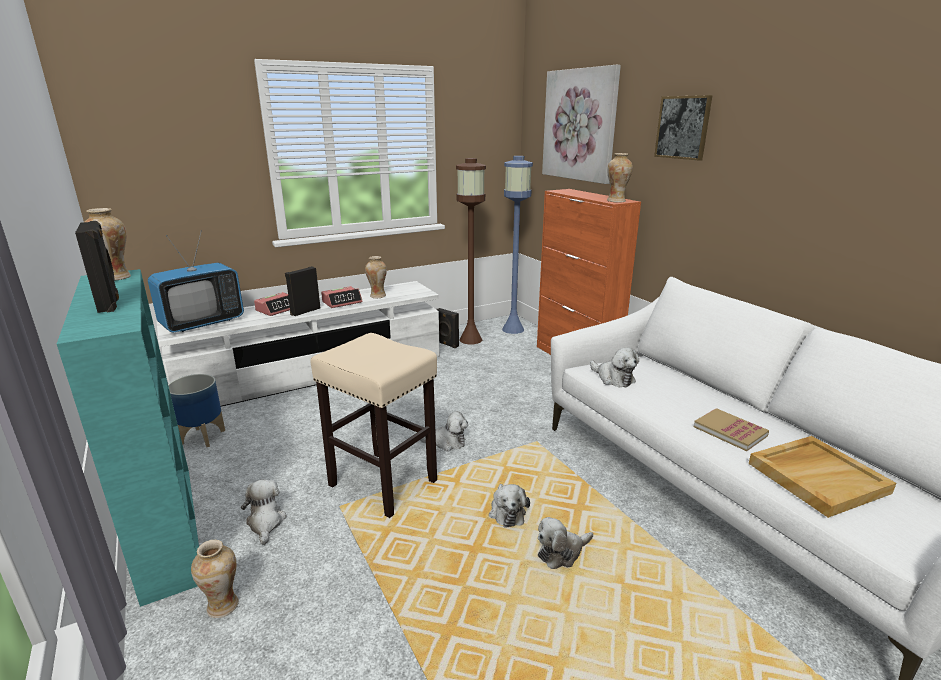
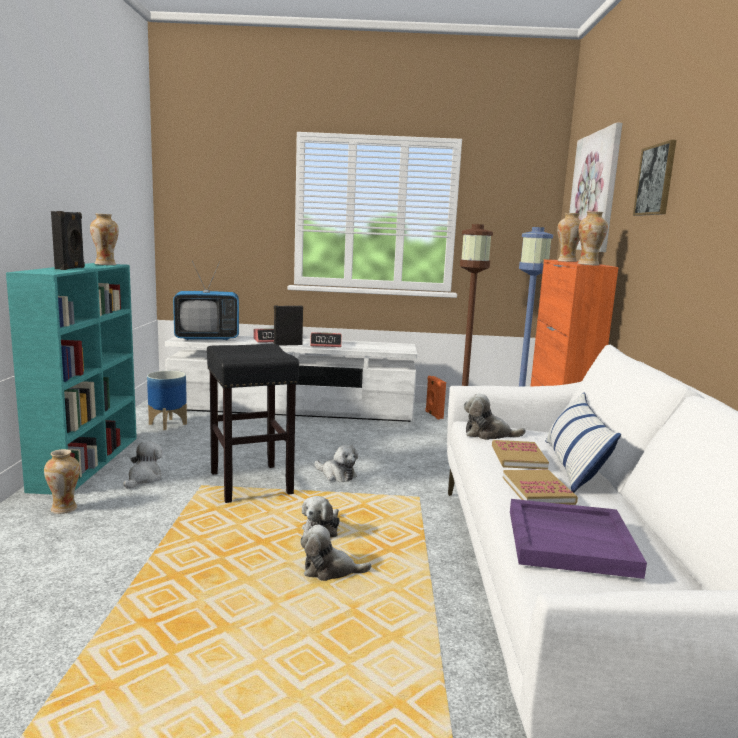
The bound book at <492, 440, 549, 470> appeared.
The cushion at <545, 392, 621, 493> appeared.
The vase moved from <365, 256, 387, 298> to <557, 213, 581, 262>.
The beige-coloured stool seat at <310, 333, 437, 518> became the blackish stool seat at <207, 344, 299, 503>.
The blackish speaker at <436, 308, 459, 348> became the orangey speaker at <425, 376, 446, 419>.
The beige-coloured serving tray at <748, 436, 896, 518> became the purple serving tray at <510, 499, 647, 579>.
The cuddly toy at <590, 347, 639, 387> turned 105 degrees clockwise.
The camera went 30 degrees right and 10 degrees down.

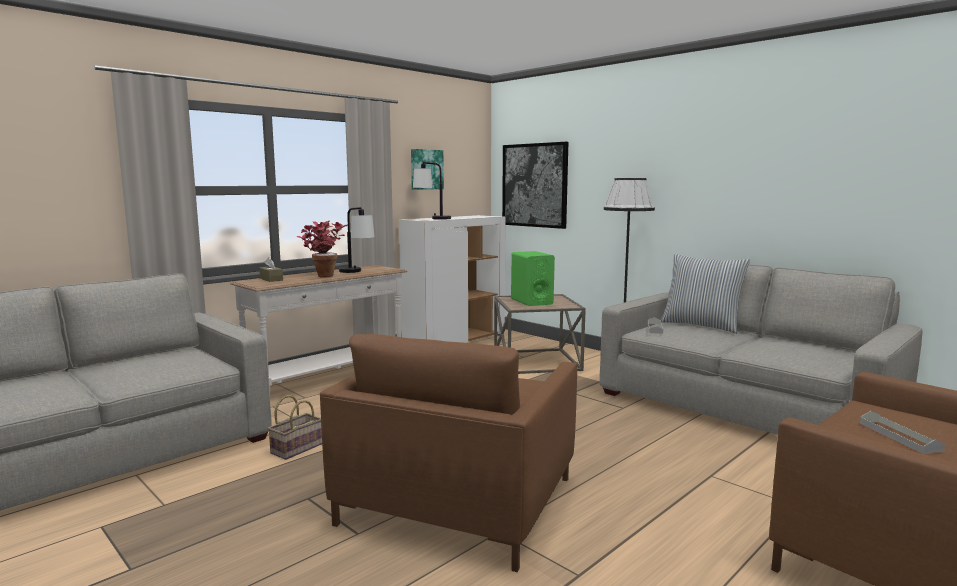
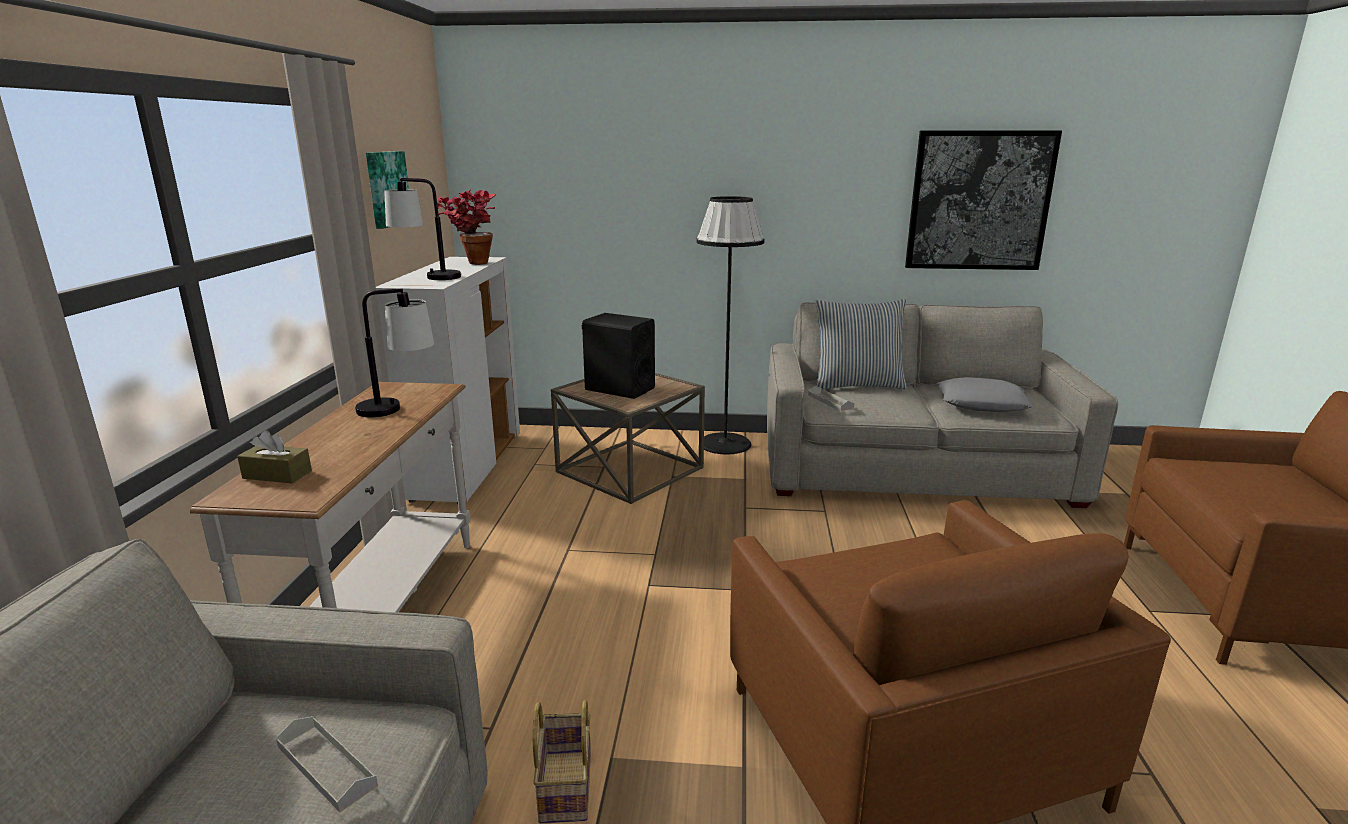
The grey cushion at <937, 377, 1034, 412> appeared.
The plant in a pot moved from <296, 221, 347, 277> to <437, 190, 496, 265>.
The wall picture moved from <502, 142, 568, 229> to <905, 130, 1062, 270>.
The grey serving tray moved from <860, 411, 945, 454> to <276, 716, 378, 812>.
The green speaker at <511, 251, 555, 306> became the blackish speaker at <582, 313, 655, 399>.
The camera went 40 degrees left and 10 degrees up.

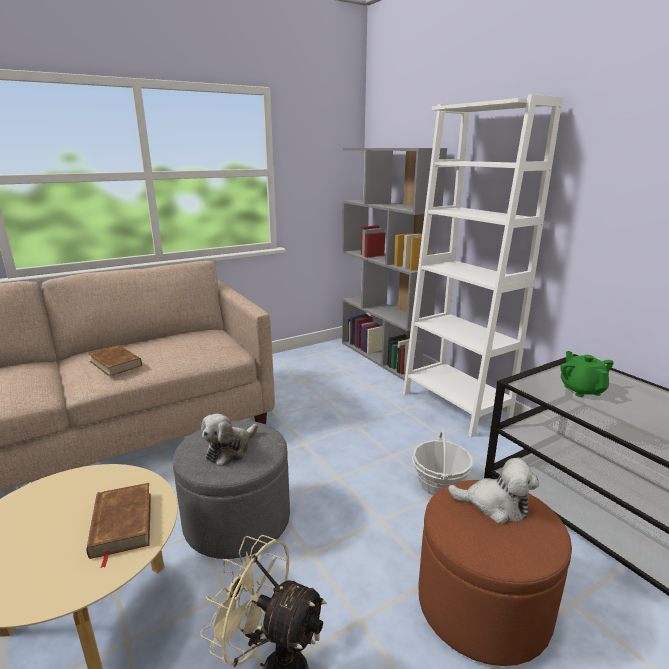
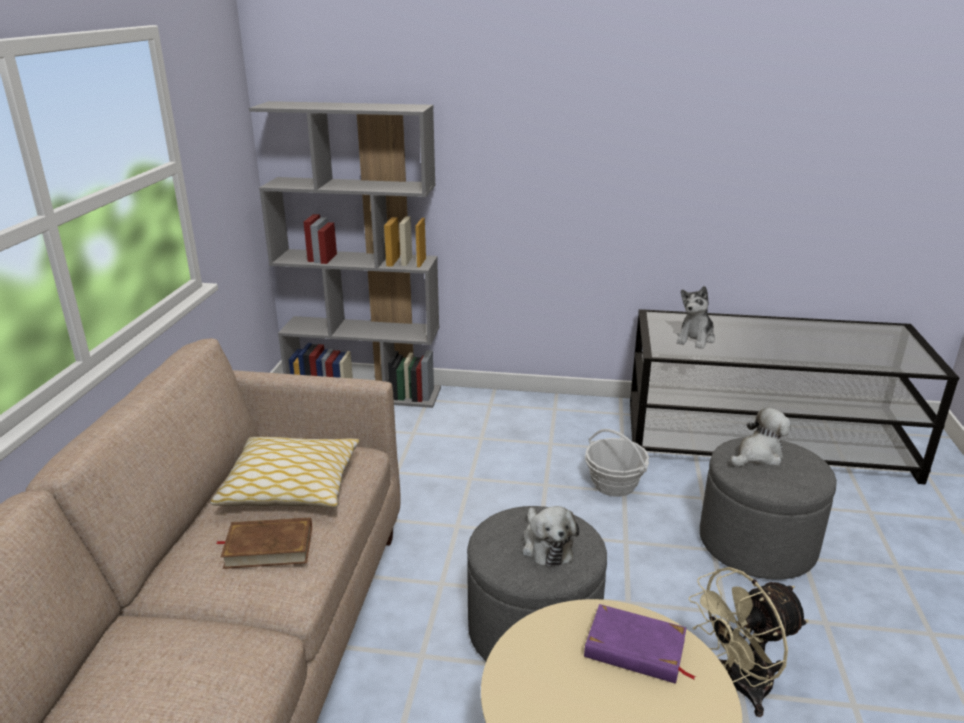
The white-coloured bookshelf at <403, 94, 563, 437> disappeared.
The cushion at <210, 437, 359, 508> appeared.
The green pot for tea at <560, 351, 613, 397> was replaced by the cuddly toy at <677, 286, 715, 349>.
The brownish bound book at <86, 483, 151, 568> became the purple bound book at <584, 604, 696, 684>.
The brownish pouffe at <418, 480, 572, 666> became the grey pouffe at <700, 437, 837, 580>.
The camera went 50 degrees left and 5 degrees up.

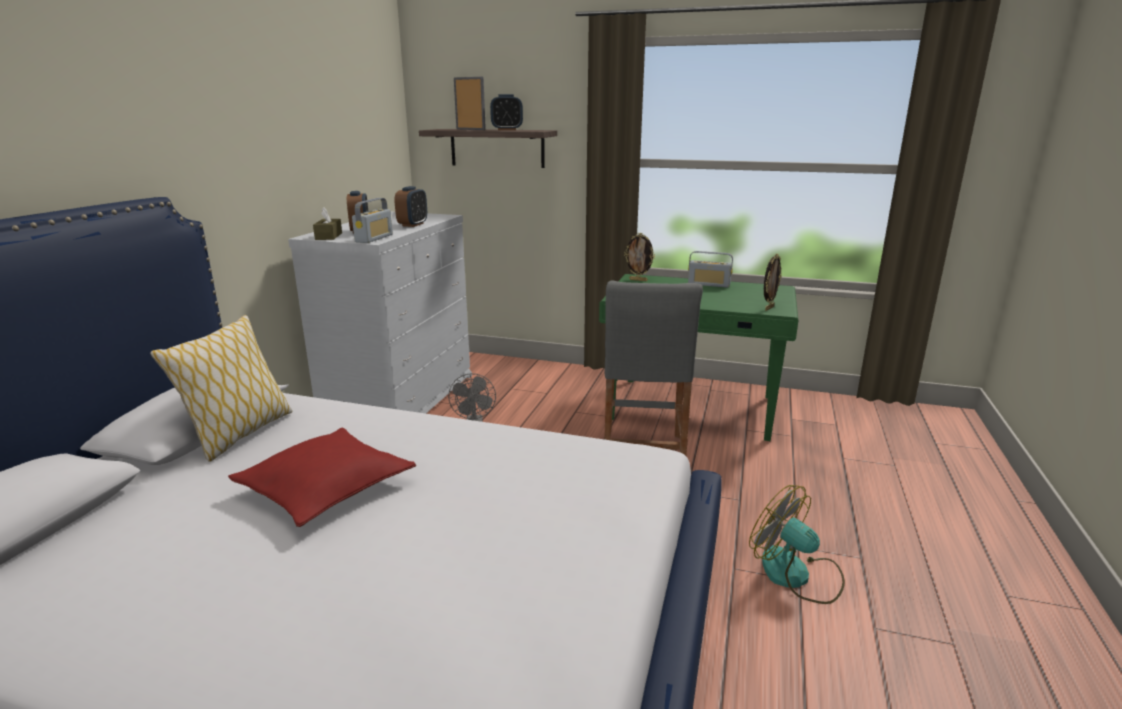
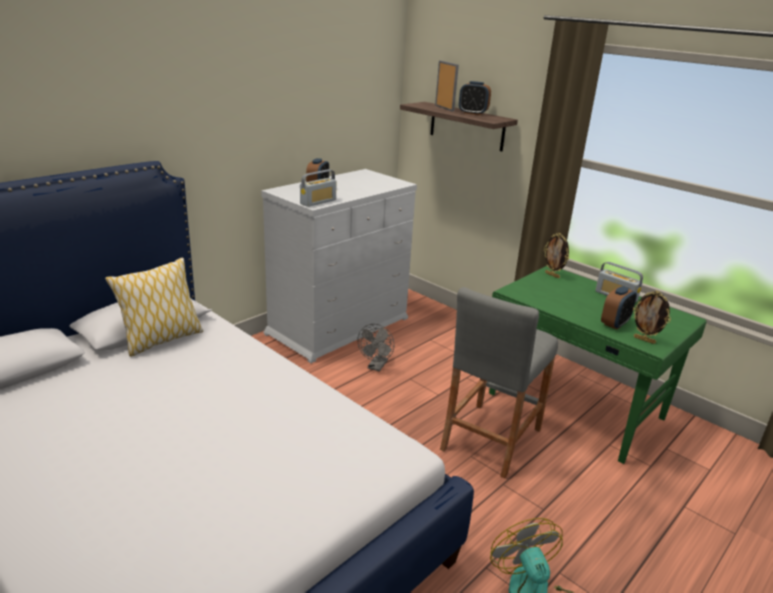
The red cushion at <228, 428, 416, 527> disappeared.
The brownish tissue box at <313, 207, 342, 240> disappeared.
The bedside clock moved from <394, 186, 427, 227> to <601, 286, 637, 330>.
The photo frame at <764, 254, 782, 311> turned 60 degrees clockwise.
The camera went 25 degrees right and 5 degrees up.

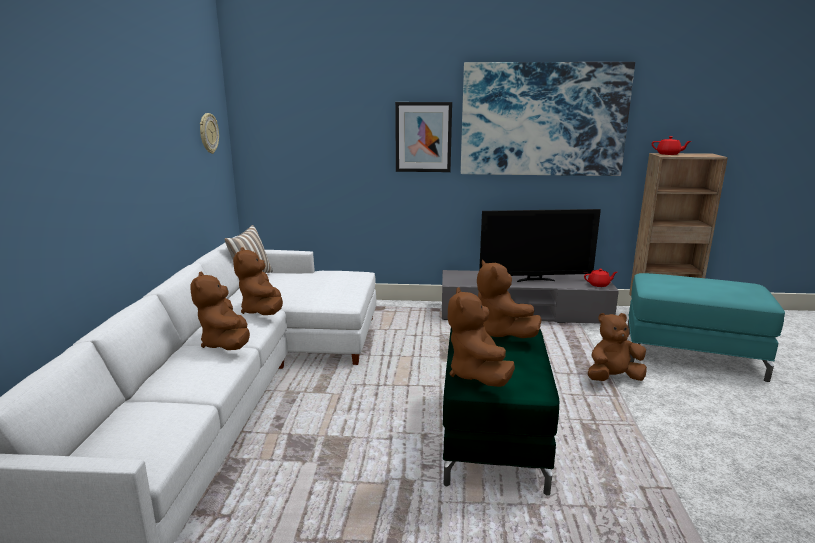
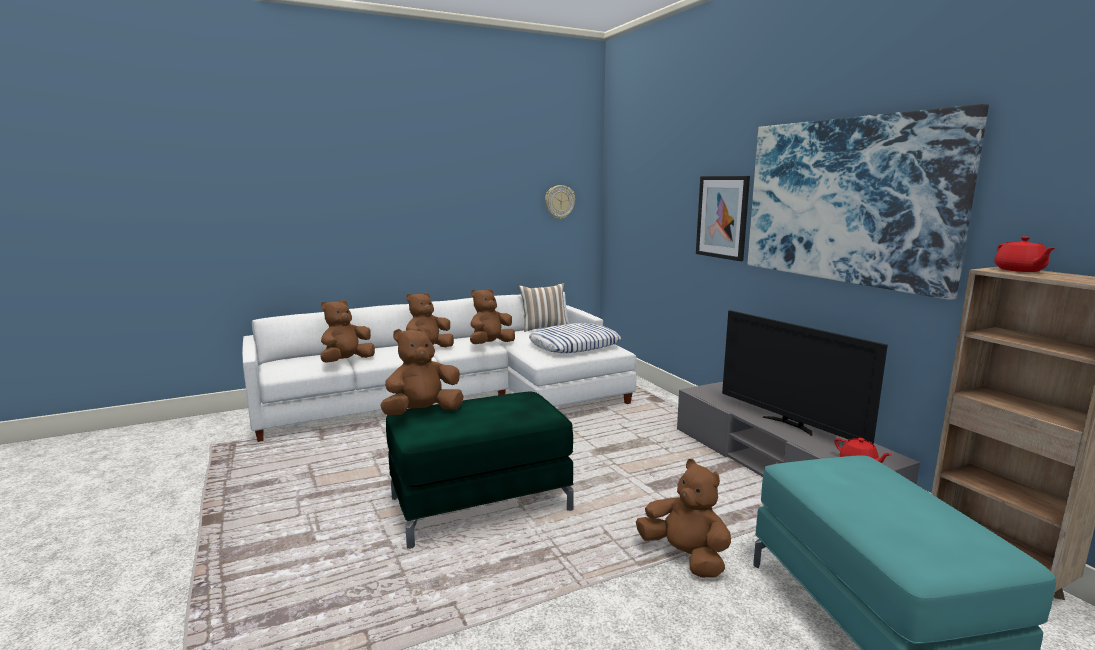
The cushion at <529, 323, 621, 353> appeared.
The brownish cuddly toy moved from <477, 260, 542, 338> to <321, 300, 375, 363>.
The camera went 60 degrees right and 5 degrees down.

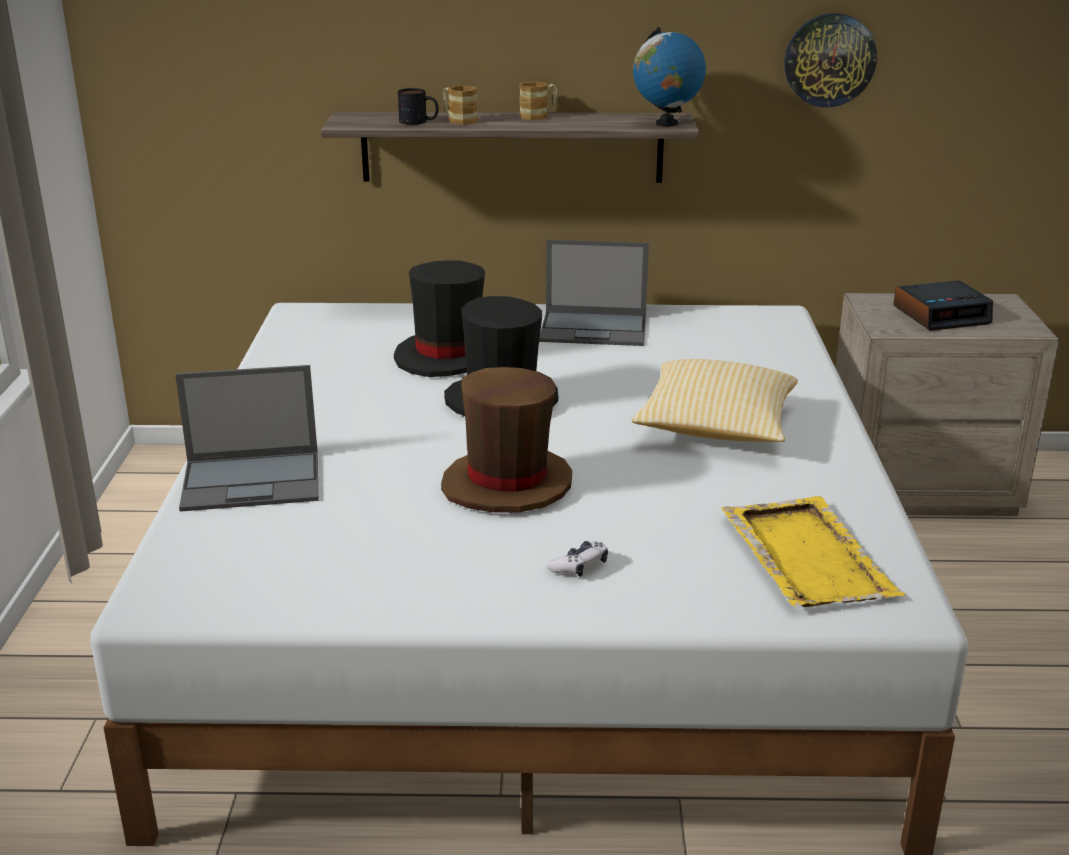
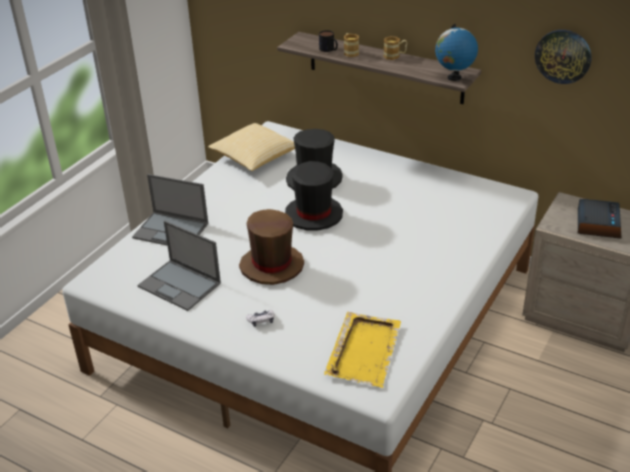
The laptop moved from <539, 240, 649, 346> to <137, 221, 221, 311>.
The cushion moved from <632, 359, 798, 442> to <208, 123, 295, 171>.
The bedside clock at <893, 280, 993, 331> turned 90 degrees counterclockwise.
The camera went 30 degrees right and 10 degrees up.

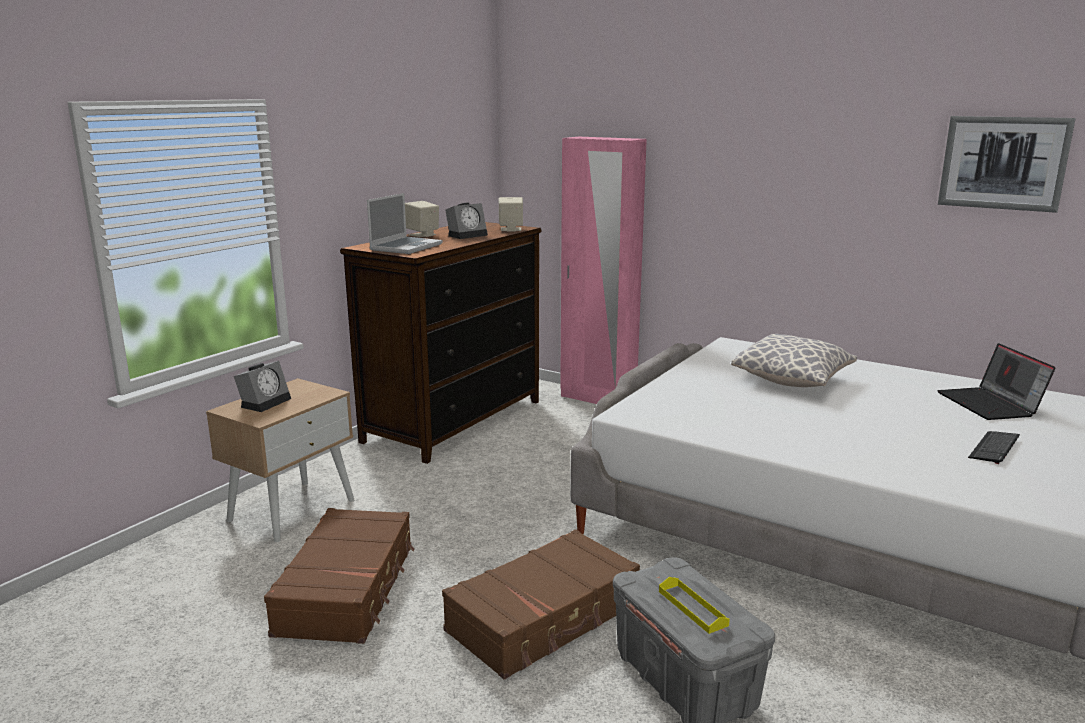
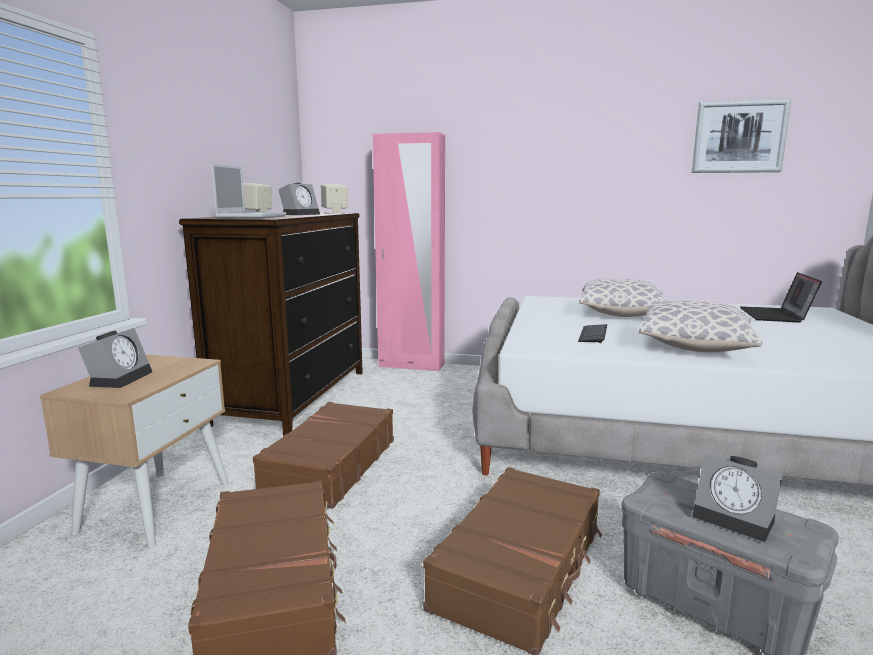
The brownish travel case at <253, 402, 394, 509> appeared.
The cushion at <639, 301, 763, 352> appeared.
The computer keyboard moved from <968, 431, 1020, 464> to <578, 324, 607, 343>.
The yellow-coloured serving tray at <659, 577, 730, 634> was replaced by the bedside clock at <692, 454, 783, 542>.
The laptop at <937, 343, 1055, 420> turned 45 degrees clockwise.
The camera went 20 degrees left and 5 degrees down.

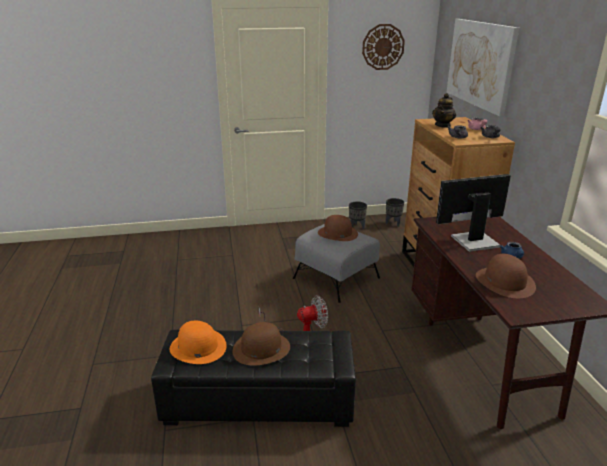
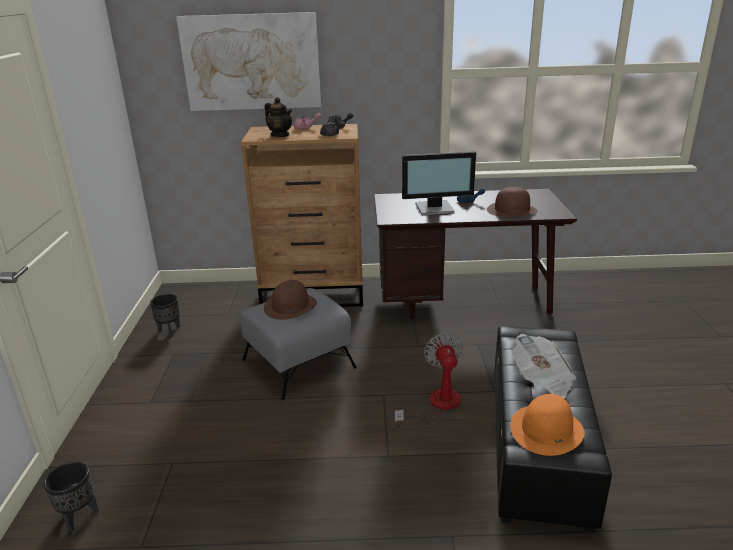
The wall clock at <362, 24, 405, 70> disappeared.
The blackish flower pot moved from <386, 198, 404, 227> to <43, 461, 99, 532>.
The brownish clothing hat at <232, 322, 290, 366> was replaced by the printed paper at <512, 334, 576, 398>.
The monitor at <436, 174, 511, 252> turned 90 degrees counterclockwise.
The camera went 80 degrees left and 0 degrees up.

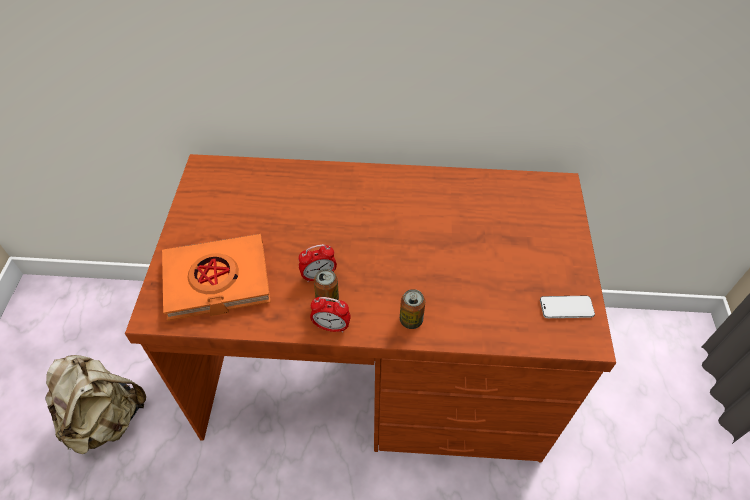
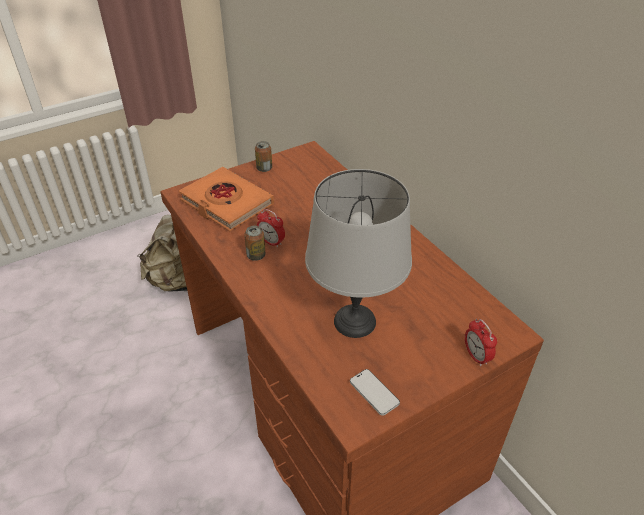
The grey lamp for a table at <305, 169, 412, 338> appeared.
The bedside clock moved from <310, 297, 351, 333> to <465, 319, 497, 367>.
The metal can moved from <400, 289, 425, 329> to <255, 141, 272, 172>.
The camera went 55 degrees right and 10 degrees down.

